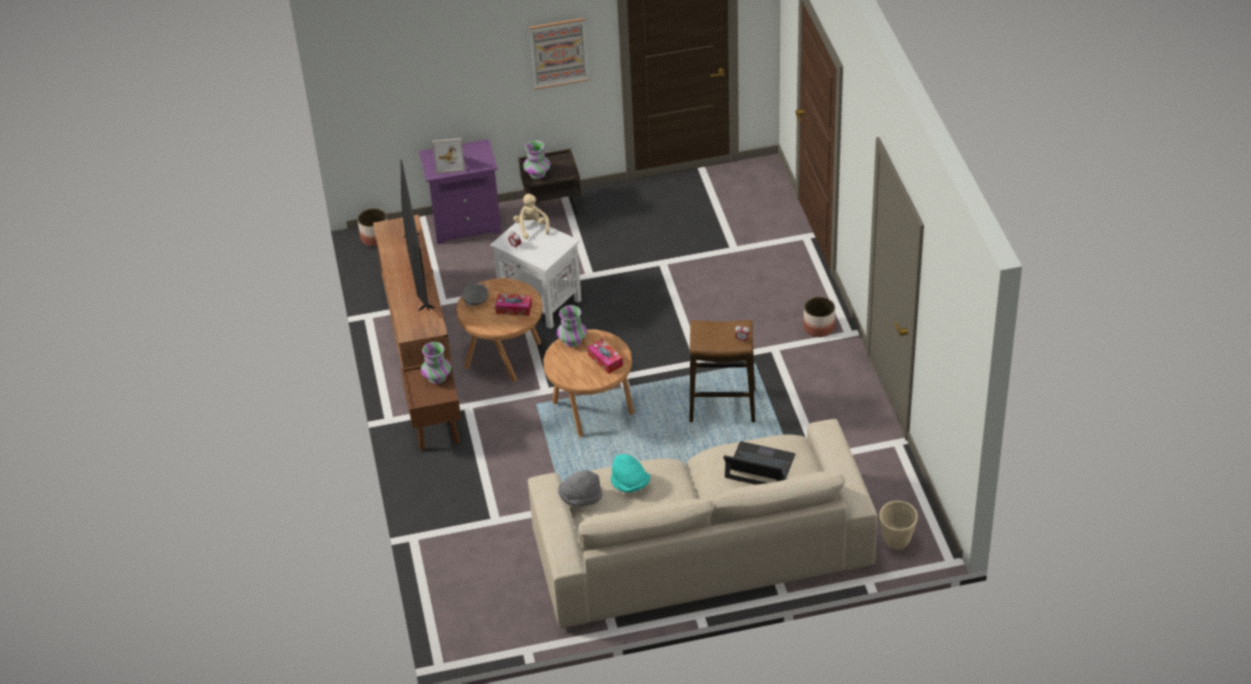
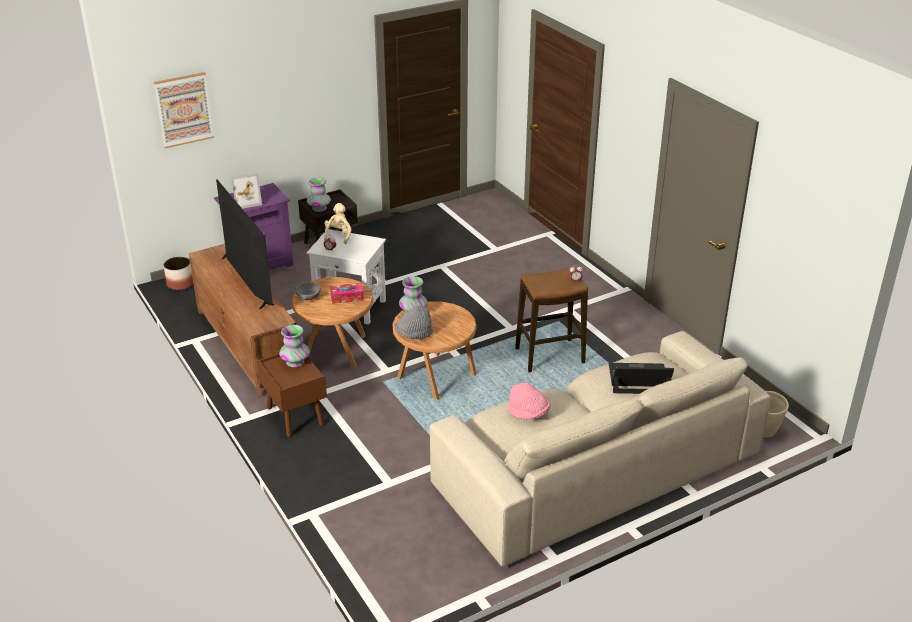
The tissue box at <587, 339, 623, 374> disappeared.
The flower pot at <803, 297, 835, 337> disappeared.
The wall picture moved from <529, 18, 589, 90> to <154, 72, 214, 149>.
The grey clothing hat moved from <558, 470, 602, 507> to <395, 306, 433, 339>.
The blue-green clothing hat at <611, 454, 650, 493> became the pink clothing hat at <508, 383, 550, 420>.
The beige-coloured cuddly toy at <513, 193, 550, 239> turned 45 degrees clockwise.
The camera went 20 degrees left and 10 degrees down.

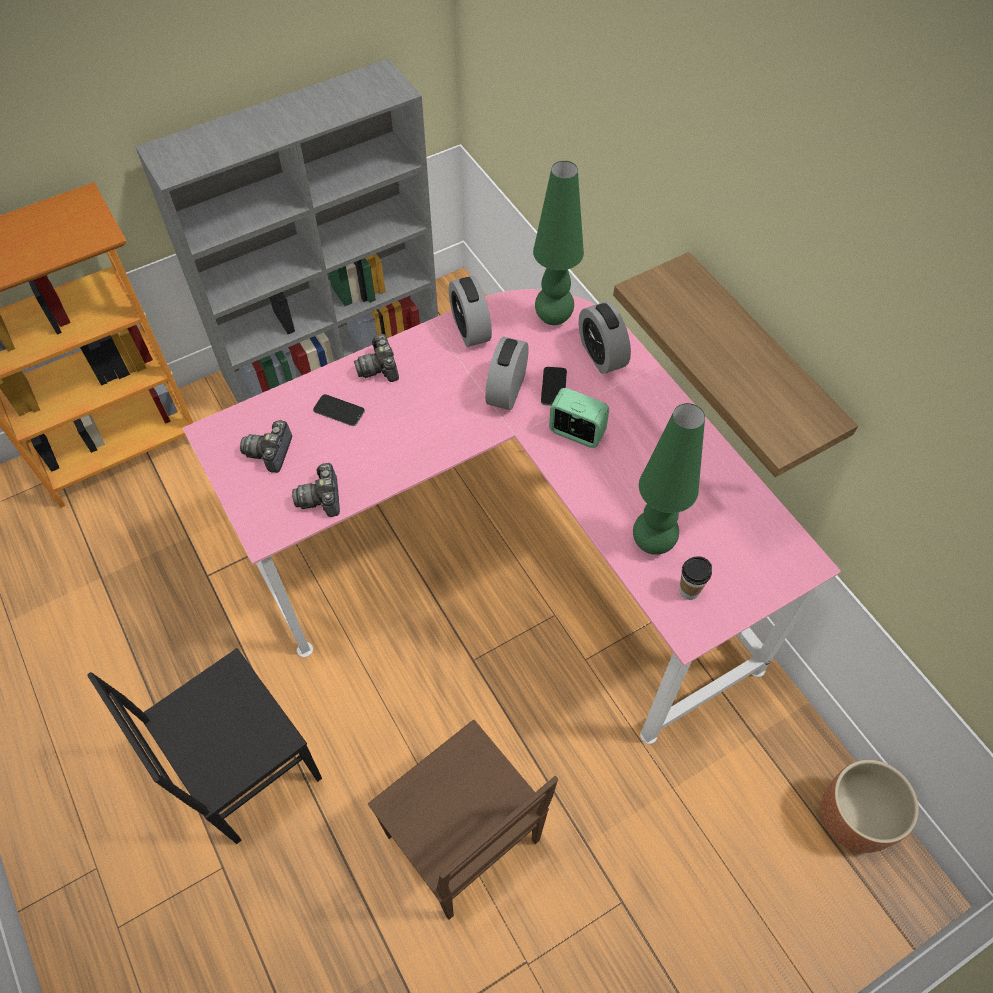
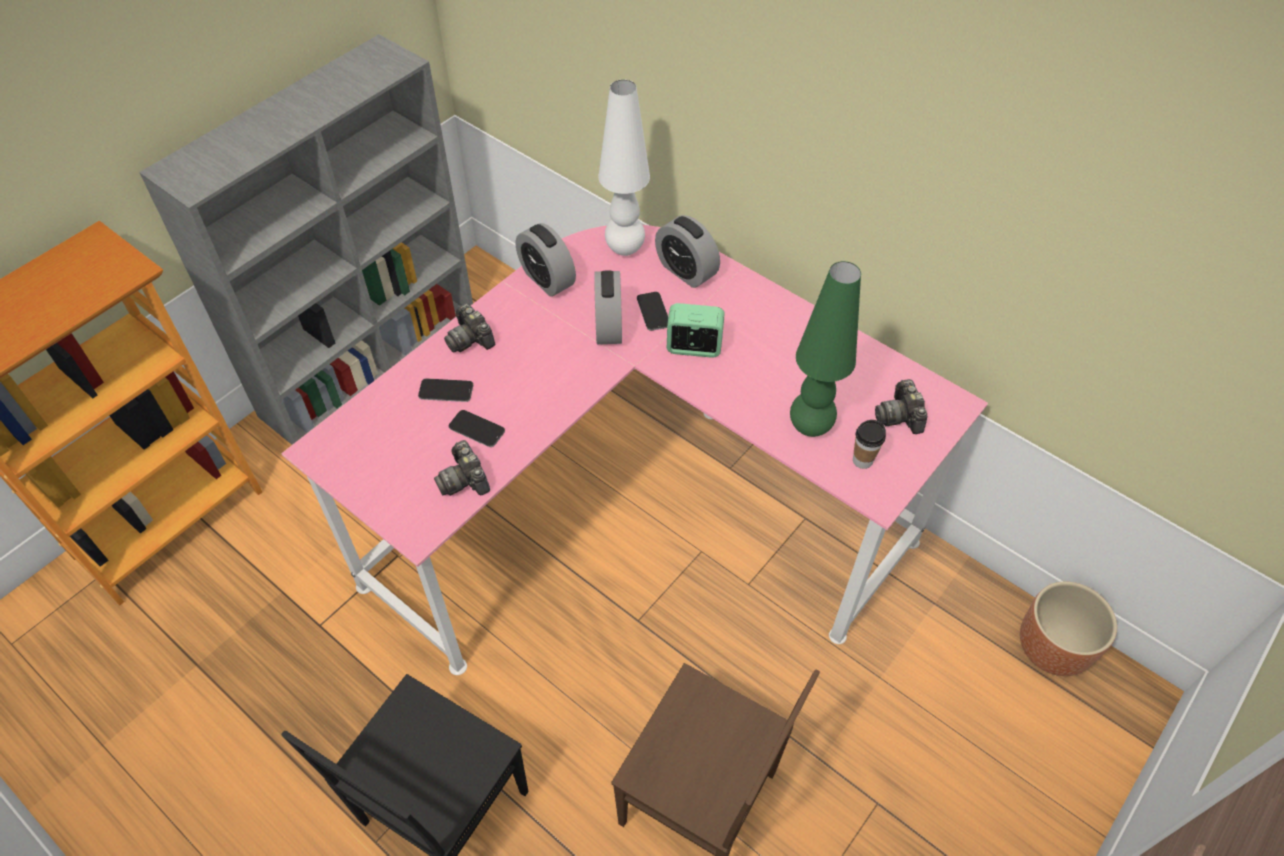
The shelf at <613, 252, 858, 477> disappeared.
The telephone at <449, 410, 505, 447> appeared.
The photo camera moved from <240, 420, 292, 473> to <875, 379, 927, 434>.
The green lamp for a table at <533, 161, 584, 325> became the white-coloured lamp for a table at <598, 79, 650, 256>.
The camera went 20 degrees left and 5 degrees down.

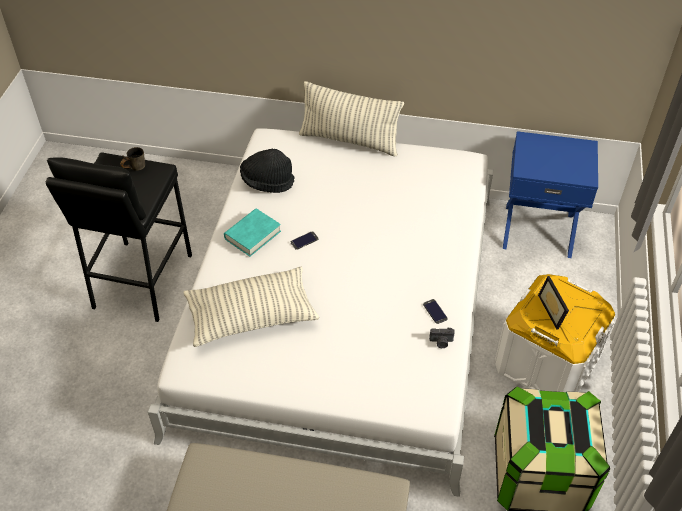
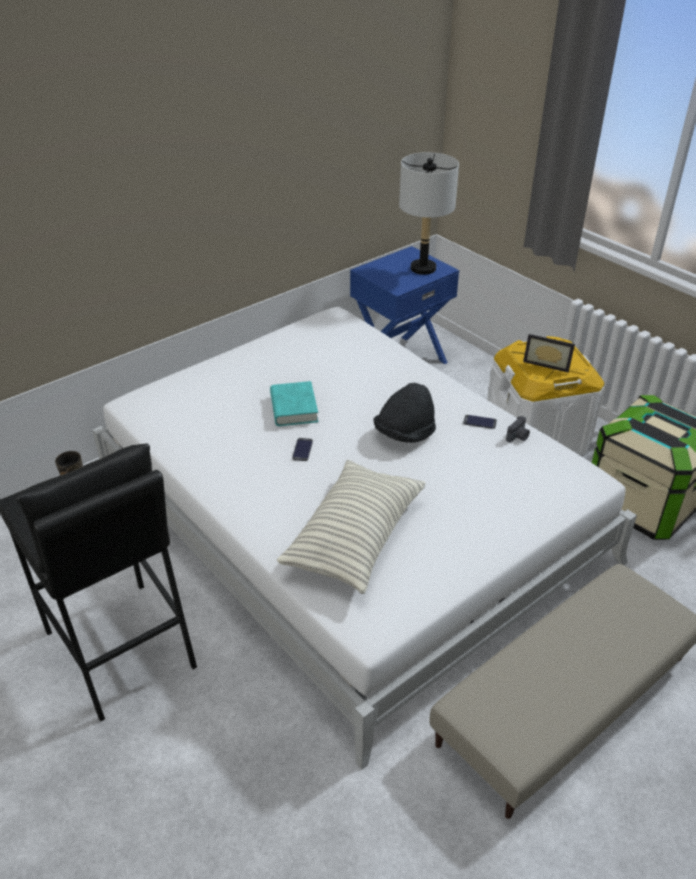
The cushion at <299, 81, 404, 156> disappeared.
The grey lamp for a table at <399, 152, 459, 275> appeared.
The blue-green bound book moved from <224, 208, 281, 256> to <270, 381, 318, 426>.
The blackish clothing hat moved from <240, 148, 294, 193> to <373, 383, 436, 443>.
The camera went 50 degrees left and 10 degrees down.

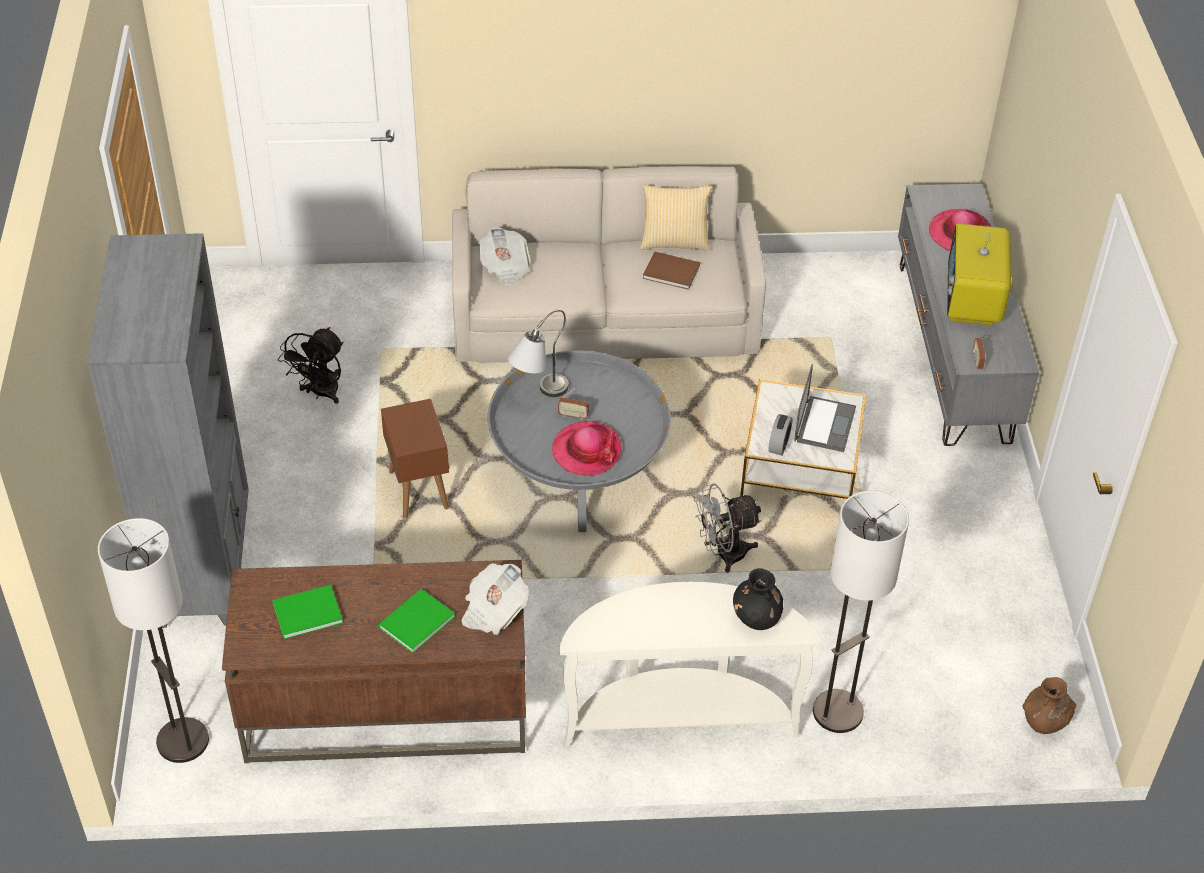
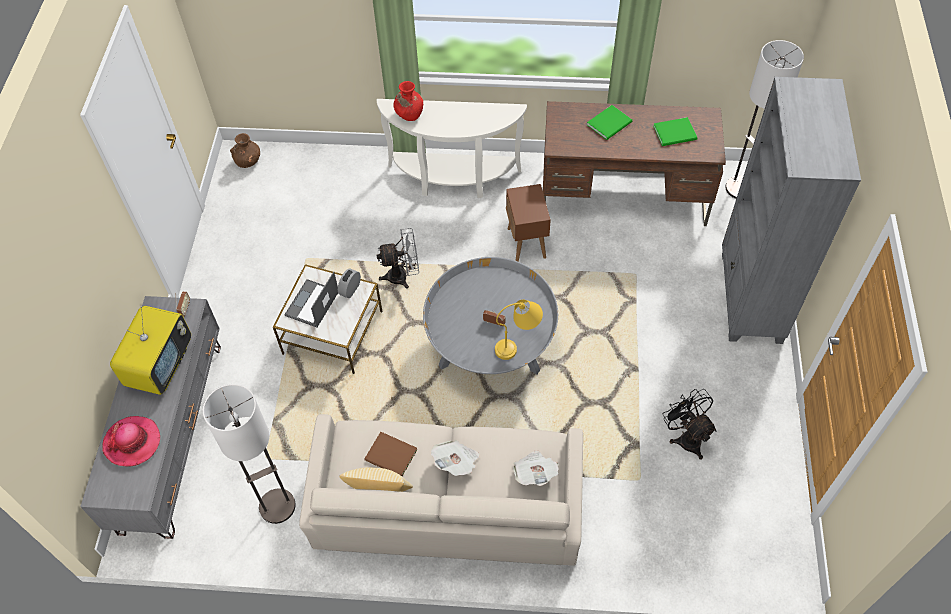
The clothing hat at <552, 421, 621, 475> disappeared.
The brownish end table moved from <381, 399, 450, 518> to <506, 184, 551, 262>.
The printed paper moved from <461, 563, 529, 635> to <431, 440, 480, 476>.
The standard lamp moved from <813, 491, 909, 733> to <202, 384, 295, 524>.
The grey lamp for a table at <508, 310, 568, 397> became the yellow-coloured lamp for a table at <495, 300, 543, 360>.
The blackish vase at <733, 568, 783, 630> became the red vase at <393, 81, 423, 121>.
The blackish cooling fan at <278, 327, 343, 404> turned 60 degrees counterclockwise.
The camera went 170 degrees left and 10 degrees up.

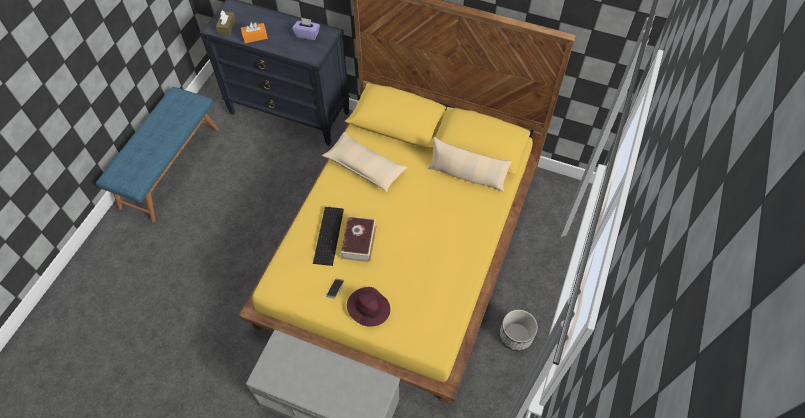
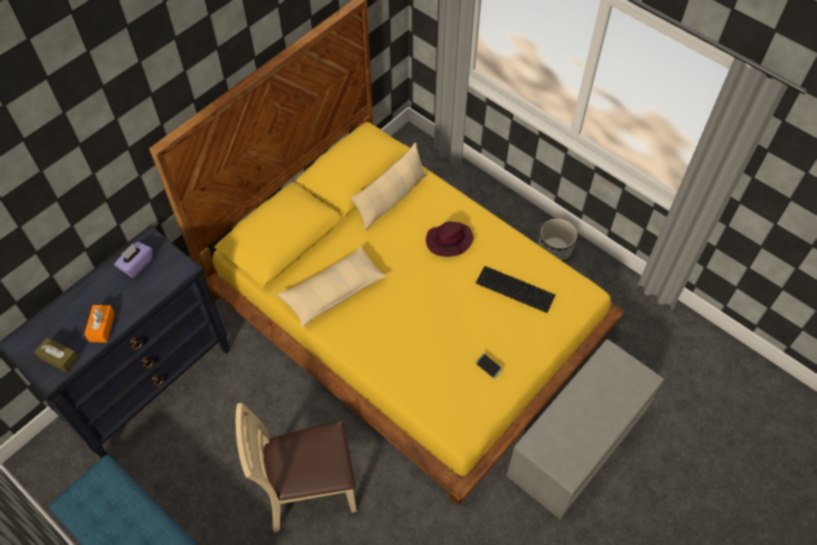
The bound book at <340, 216, 376, 262> disappeared.
The beige-coloured chair at <236, 403, 357, 533> appeared.
The computer keyboard moved from <313, 207, 344, 266> to <476, 266, 556, 313>.
The purple clothing hat moved from <347, 287, 390, 327> to <426, 221, 473, 257>.
The camera went 70 degrees left and 0 degrees up.

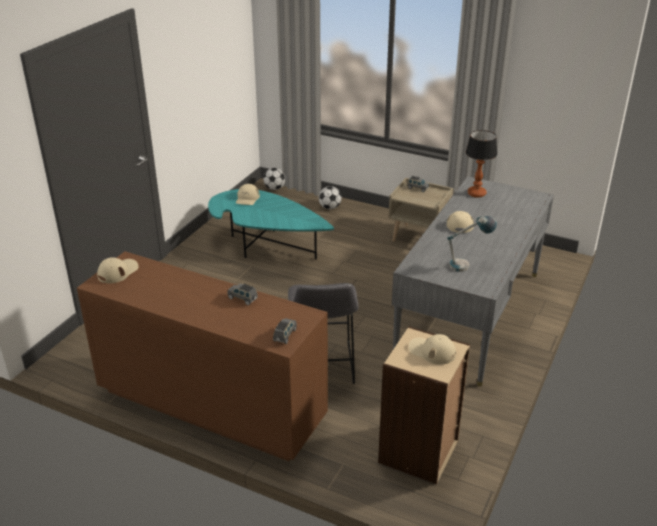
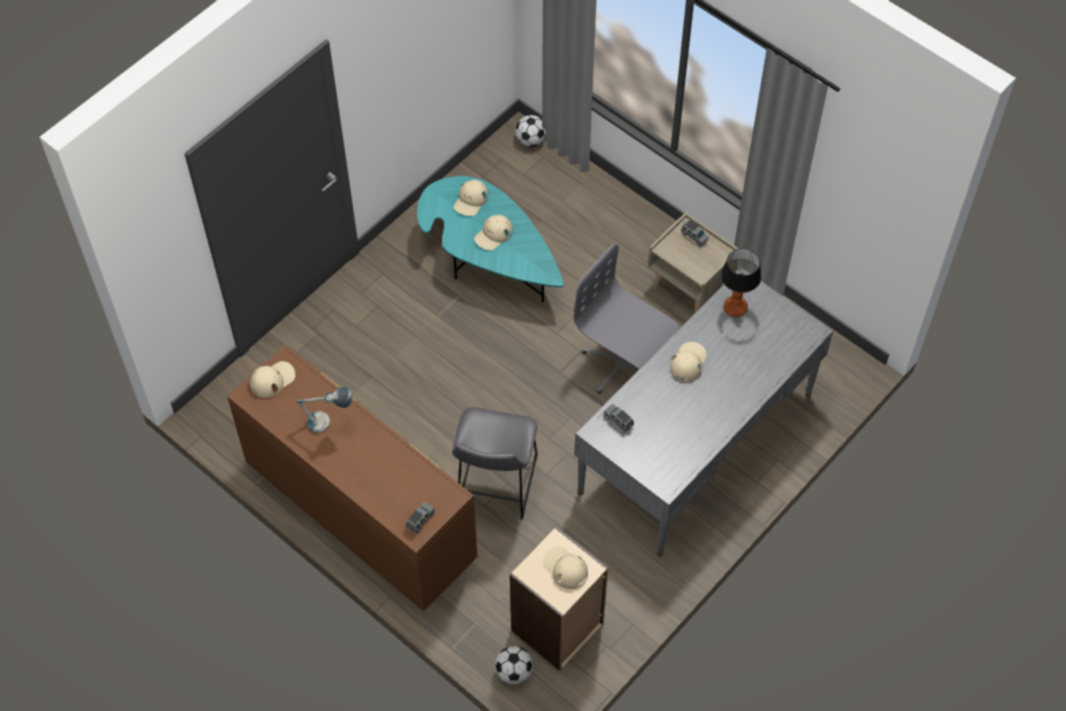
The beige-coloured cap at <474, 215, 513, 251> appeared.
The grey computer chair at <574, 244, 678, 394> appeared.
The grey miniature car moved from <227, 283, 258, 305> to <604, 404, 634, 433>.
The football ball moved from <318, 186, 342, 209> to <495, 646, 533, 684>.
The lamp for a table moved from <448, 216, 497, 272> to <297, 387, 352, 433>.
The camera went 15 degrees right and 25 degrees up.

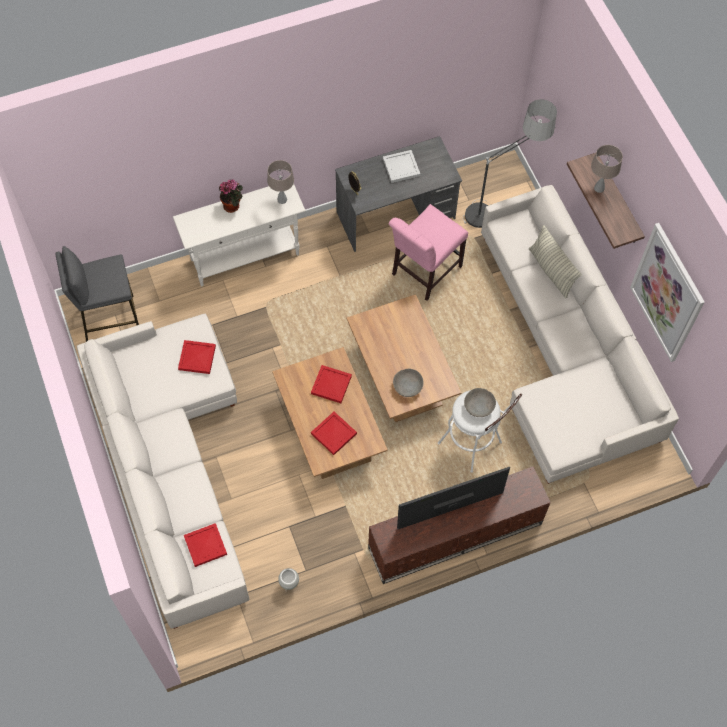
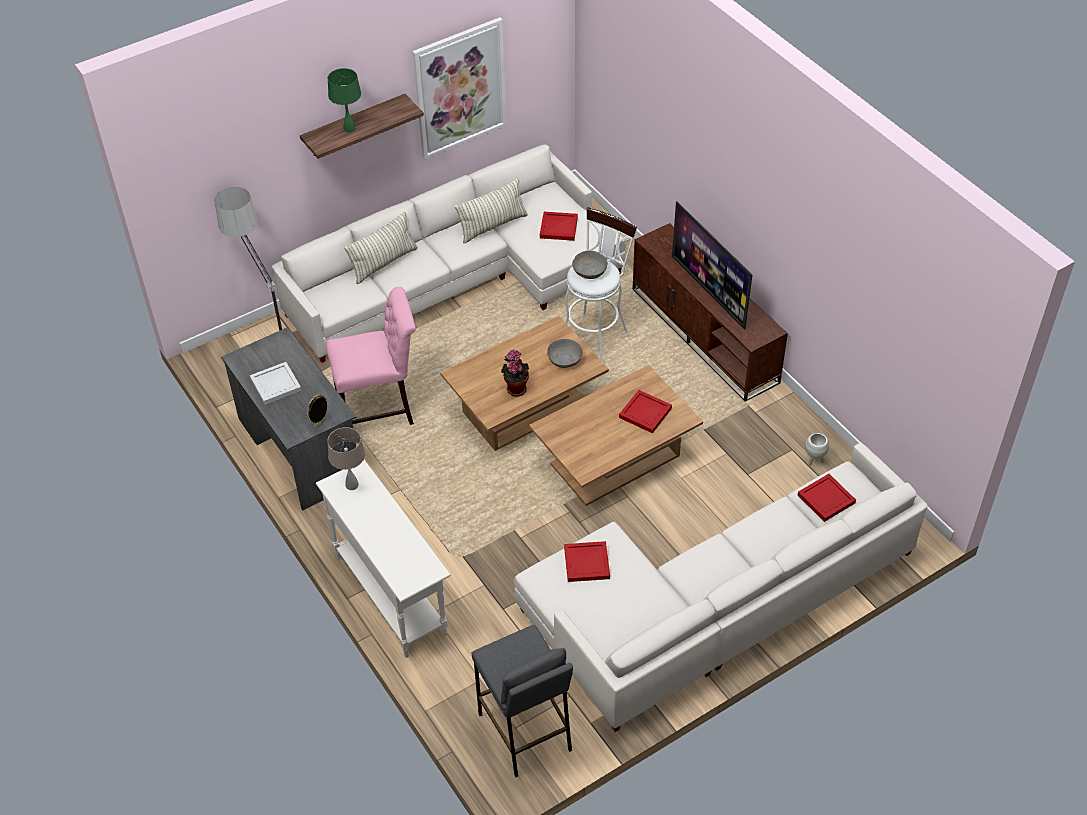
The cushion at <455, 178, 528, 243> appeared.
The plant in a pot moved from <219, 179, 243, 213> to <501, 349, 529, 397>.
The red serving tray moved from <311, 365, 352, 403> to <540, 212, 578, 241>.
The beige-coloured lamp for a table at <591, 145, 623, 193> became the green lamp for a table at <327, 68, 361, 133>.
The pink chair at <389, 204, 468, 301> turned 45 degrees counterclockwise.
The camera went 100 degrees left and 15 degrees down.

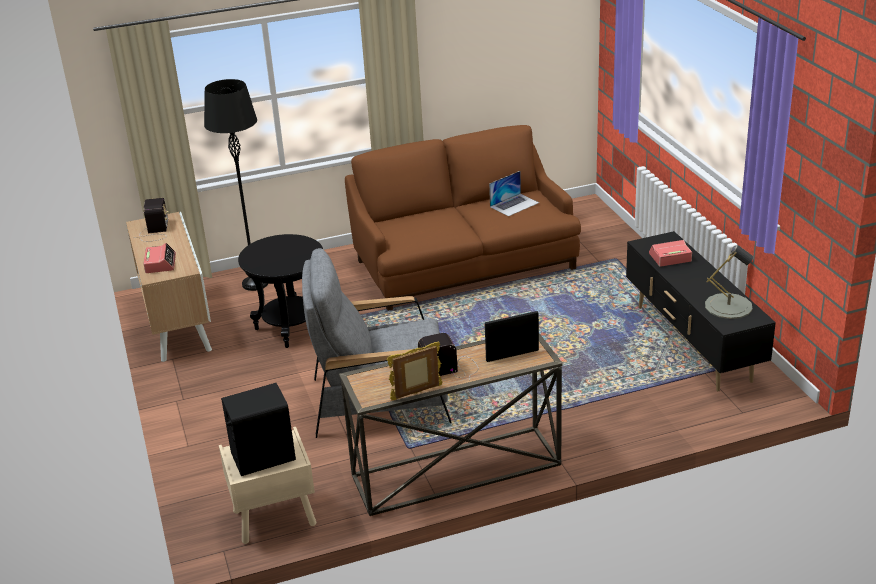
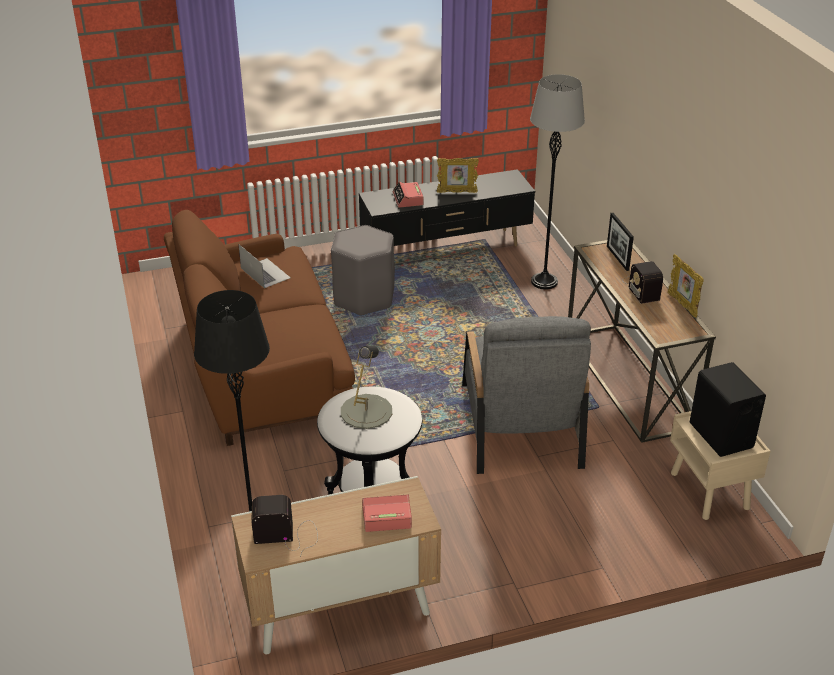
The grey stool seat at <331, 225, 395, 316> appeared.
The photo frame at <437, 158, 479, 193> appeared.
The grey standard lamp at <530, 74, 585, 290> appeared.
The grey lamp for a table moved from <705, 245, 754, 319> to <341, 346, 392, 429>.
The camera went 90 degrees left and 5 degrees up.

